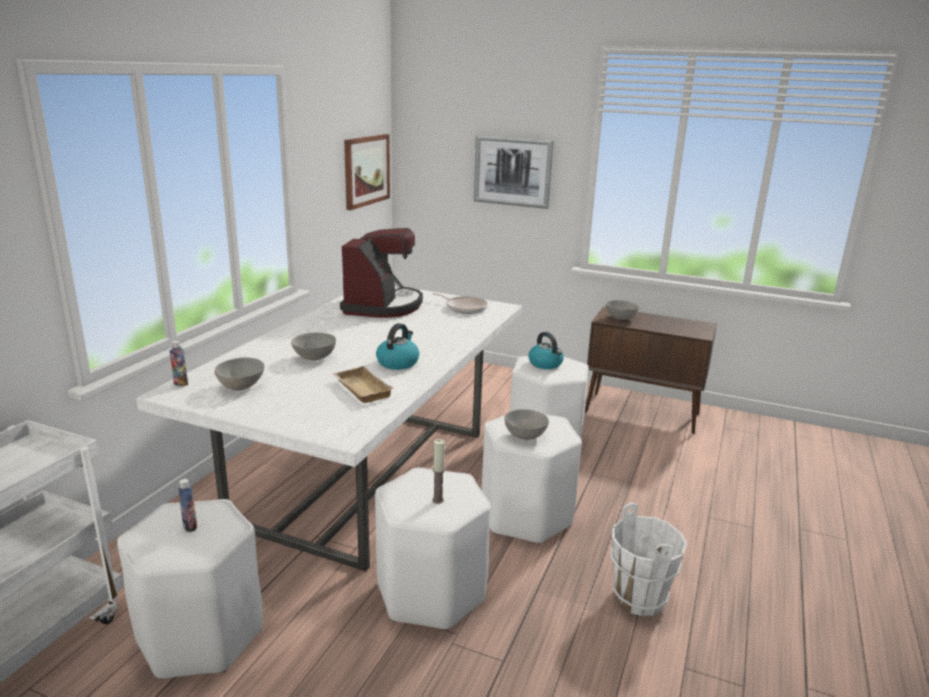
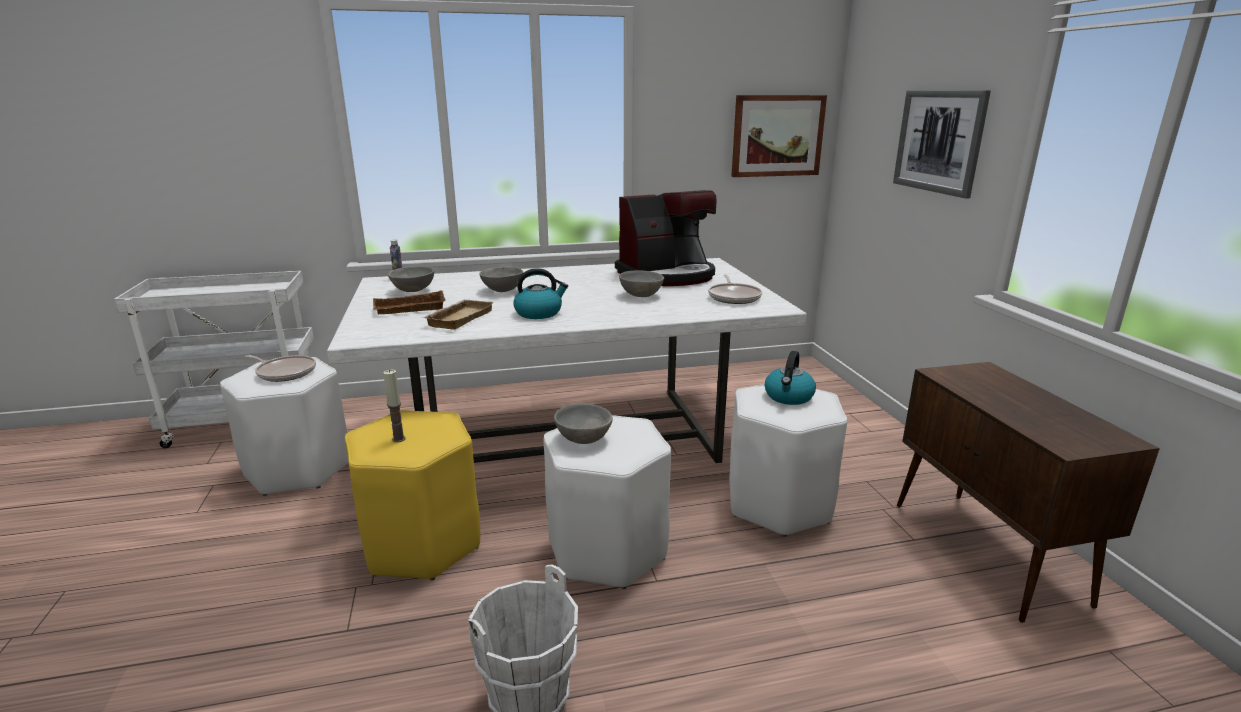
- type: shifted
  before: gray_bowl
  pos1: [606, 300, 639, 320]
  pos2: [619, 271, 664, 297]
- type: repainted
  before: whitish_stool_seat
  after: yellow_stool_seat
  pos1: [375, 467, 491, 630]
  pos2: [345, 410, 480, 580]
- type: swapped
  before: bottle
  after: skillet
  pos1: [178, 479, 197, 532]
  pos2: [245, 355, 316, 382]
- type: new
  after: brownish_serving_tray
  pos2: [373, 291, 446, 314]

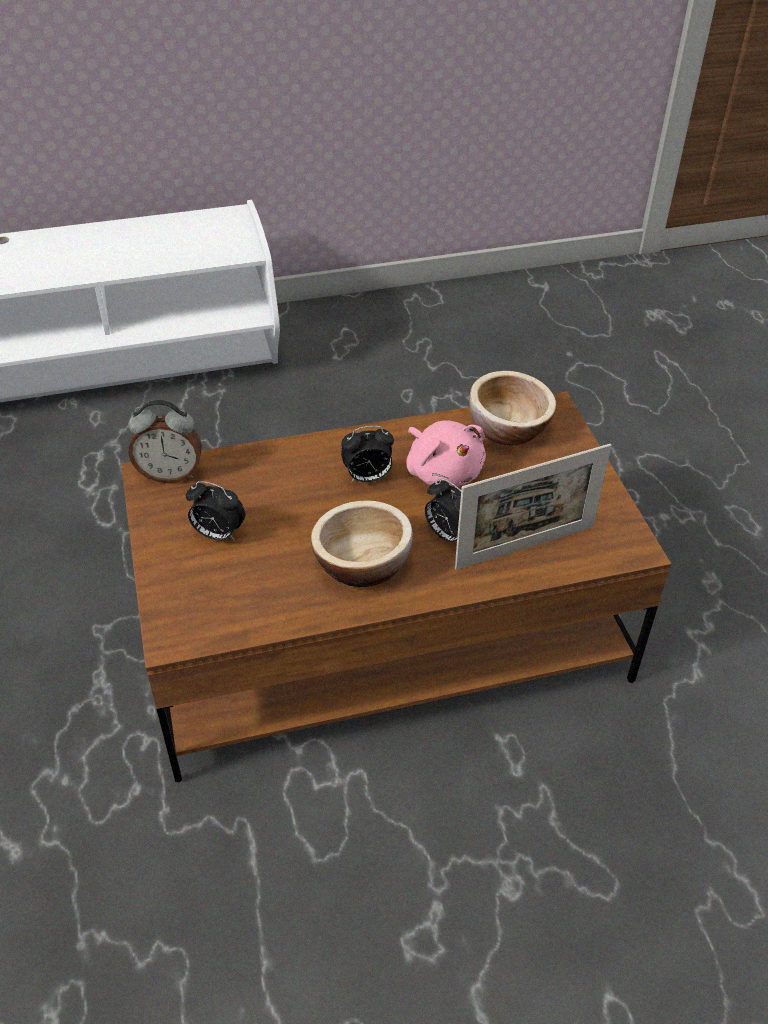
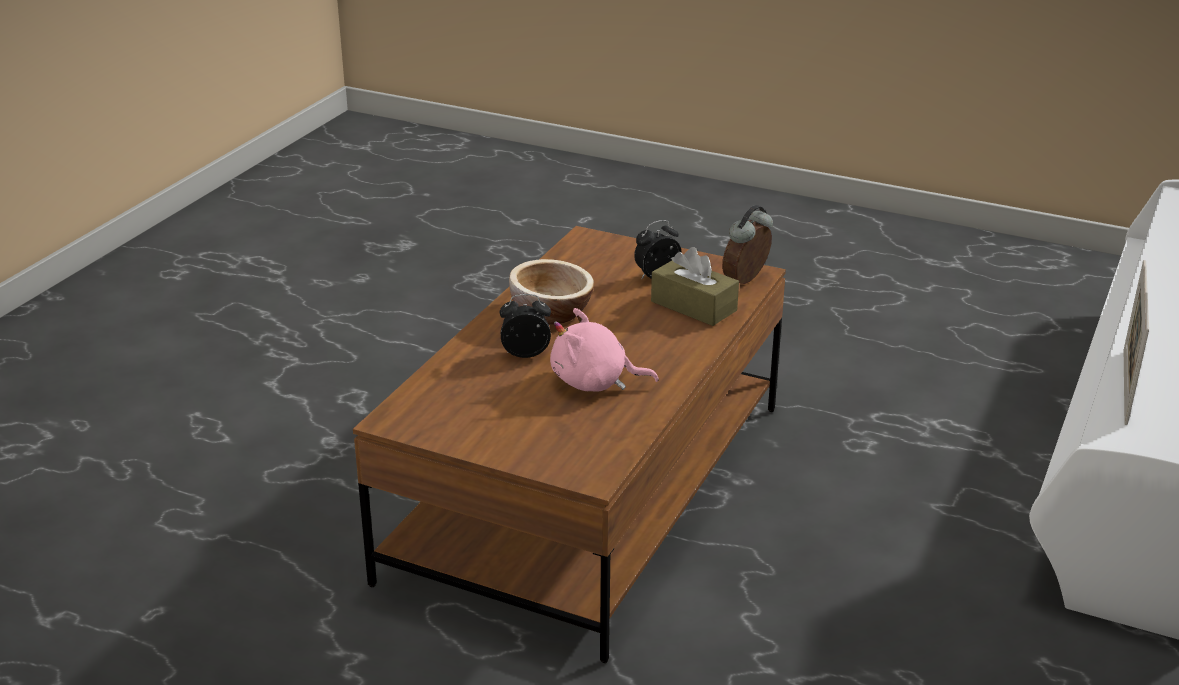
- type: gone
  before: bowl
  pos1: [469, 371, 556, 445]
- type: gone
  before: table_clock
  pos1: [341, 426, 394, 482]
- type: shifted
  before: standing_frame
  pos1: [455, 444, 612, 570]
  pos2: [1124, 260, 1149, 425]
- type: new
  after: brownish_tissue_box
  pos2: [651, 247, 739, 326]

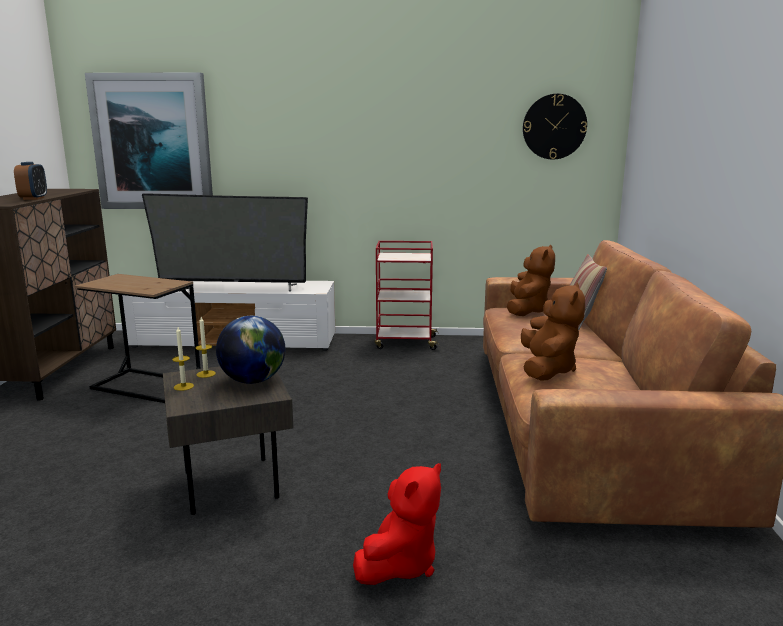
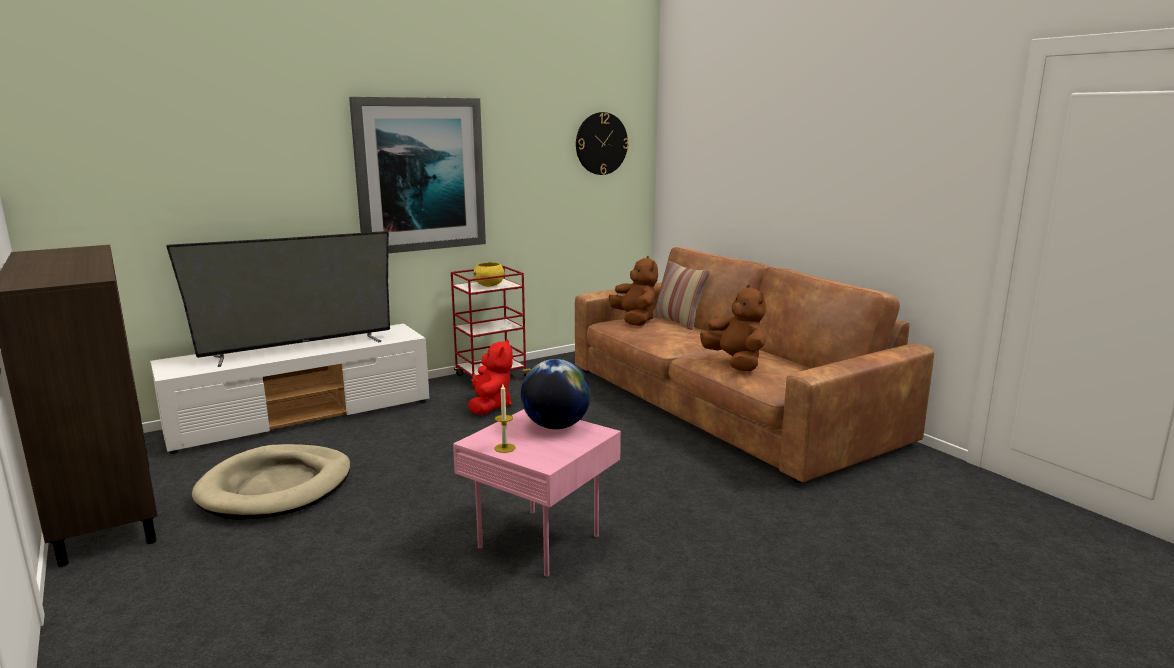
- type: shifted
  before: picture
  pos1: [85, 72, 213, 209]
  pos2: [349, 97, 486, 253]
- type: gone
  before: table_clock
  pos1: [14, 162, 47, 200]
- type: swapped
  before: brownish_end_table
  after: beige_pet_bed
  pos1: [74, 274, 201, 403]
  pos2: [192, 444, 350, 520]
- type: gone
  before: wax_candle
  pos1: [196, 317, 216, 378]
- type: repainted
  before: gray_end_table
  after: pinkish_end_table
  pos1: [163, 366, 293, 515]
  pos2: [453, 409, 621, 577]
- type: shifted
  before: red_soft_toy
  pos1: [353, 463, 441, 585]
  pos2: [468, 339, 513, 415]
- type: new
  after: yellow_bowl
  pos2: [473, 262, 505, 287]

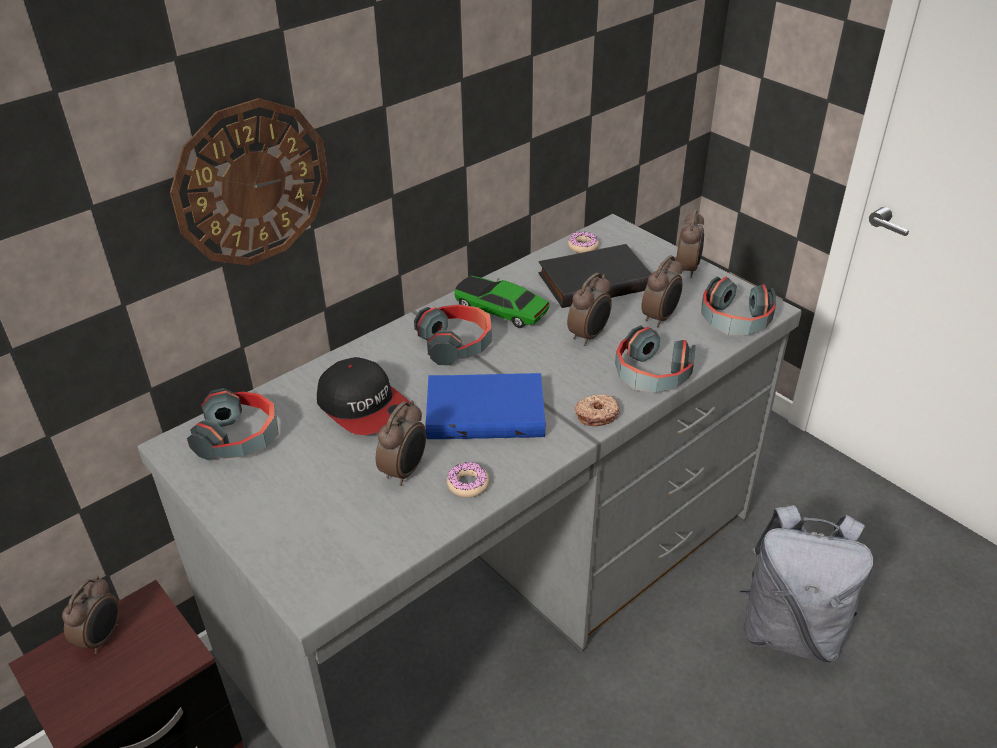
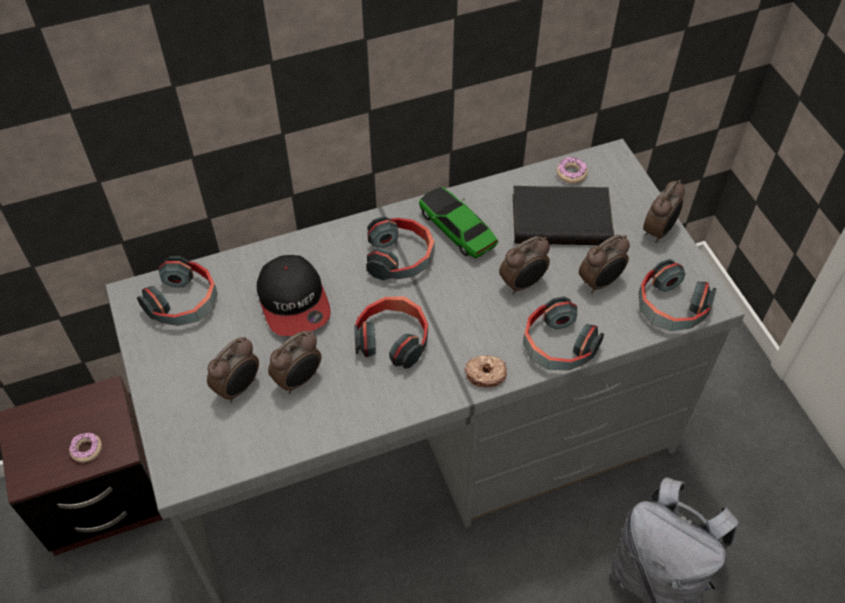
- type: gone
  before: wall_clock
  pos1: [170, 98, 328, 266]
- type: swapped
  before: bluish_volume
  after: headset
  pos1: [425, 373, 545, 439]
  pos2: [354, 296, 428, 369]
- type: shifted
  before: ring_doughnut
  pos1: [447, 462, 489, 498]
  pos2: [69, 433, 102, 463]
- type: shifted
  before: table_clock
  pos1: [62, 576, 119, 654]
  pos2: [207, 337, 259, 403]

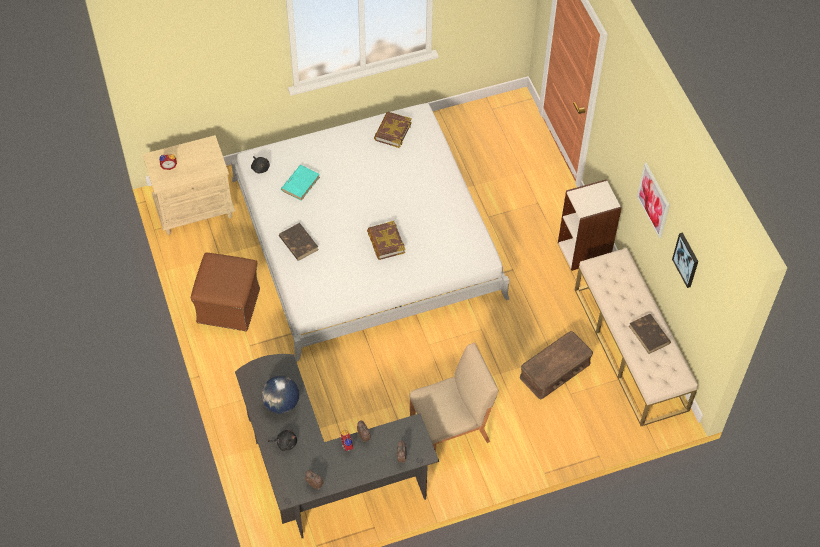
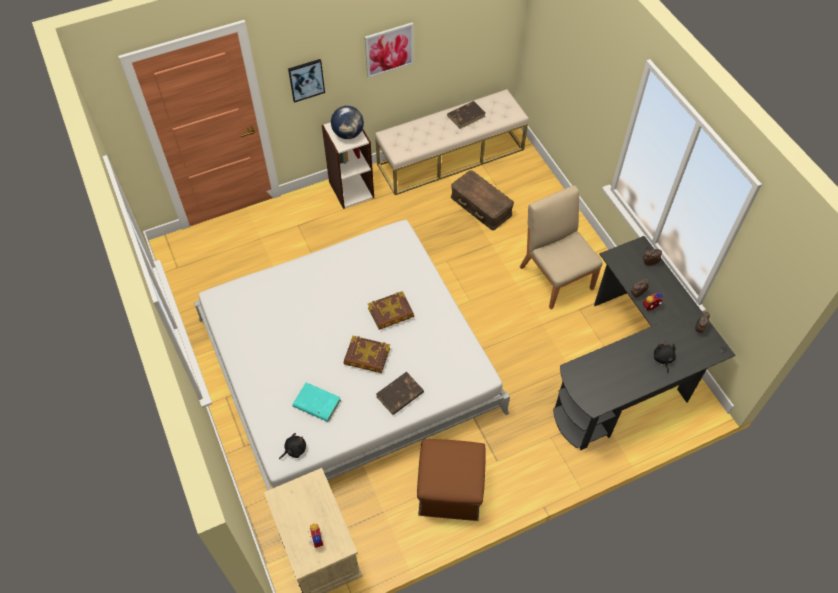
- type: shifted
  before: volume
  pos1: [374, 112, 412, 148]
  pos2: [344, 336, 390, 373]
- type: shifted
  before: picture
  pos1: [672, 232, 698, 288]
  pos2: [288, 59, 325, 103]
- type: shifted
  before: desk_globe
  pos1: [262, 376, 299, 413]
  pos2: [331, 106, 364, 139]

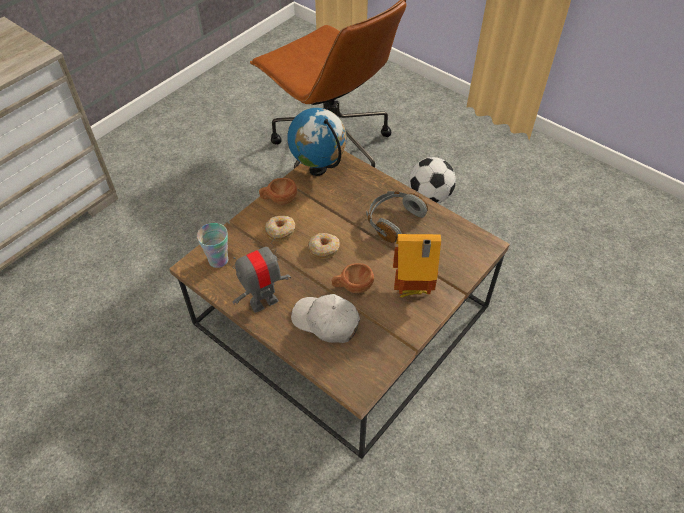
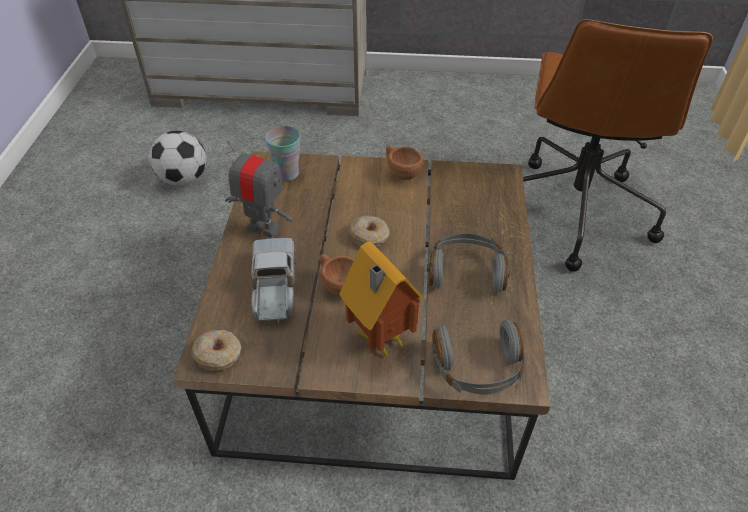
- type: gone
  before: desk_globe
  pos1: [287, 108, 347, 176]
- type: shifted
  before: football_ball
  pos1: [409, 157, 456, 203]
  pos2: [149, 131, 206, 186]
- type: shifted
  before: ring_doughnut
  pos1: [265, 216, 295, 241]
  pos2: [191, 330, 242, 371]
- type: swapped
  before: whitish_cap
  after: model_truck
  pos1: [291, 294, 360, 343]
  pos2: [251, 238, 296, 324]
- type: new
  after: gray_headset
  pos2: [432, 320, 525, 394]

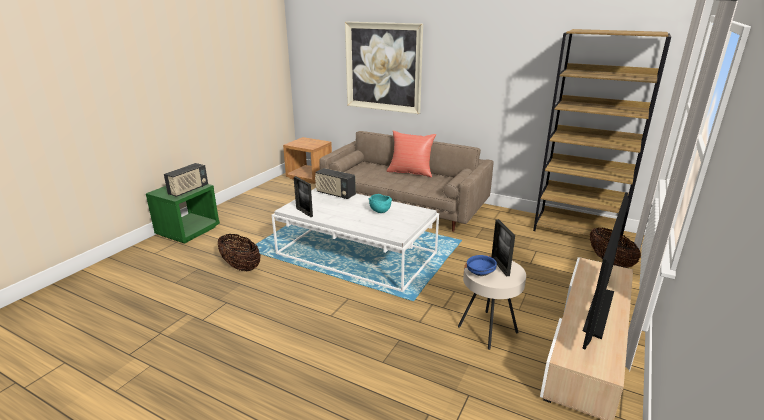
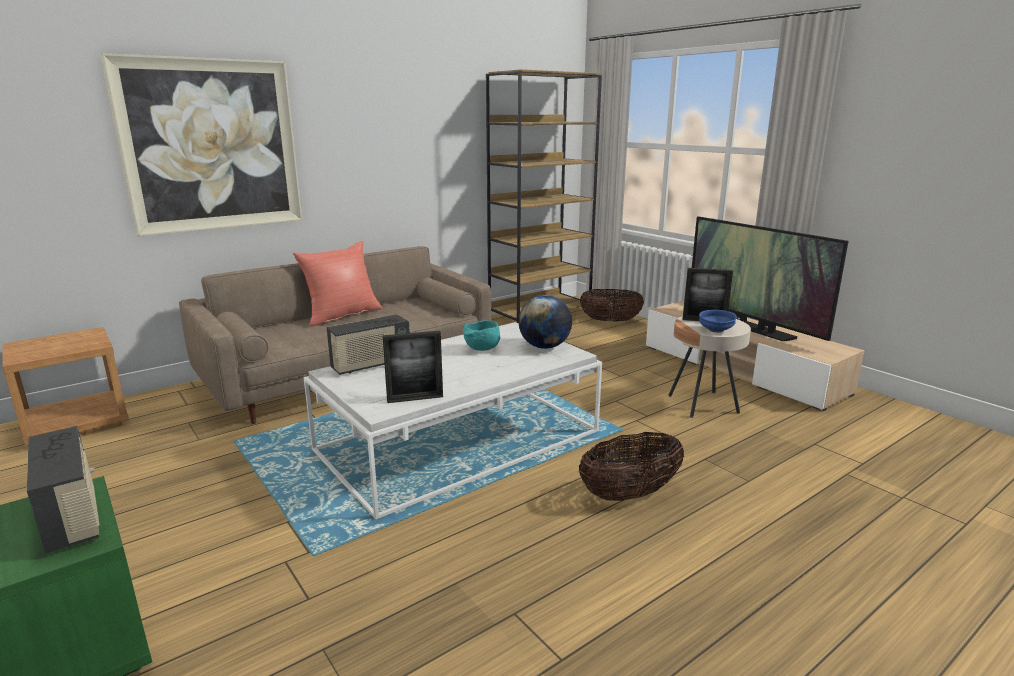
- type: shifted
  before: household_basket
  pos1: [218, 234, 261, 271]
  pos2: [579, 432, 684, 501]
- type: new
  after: desk_globe
  pos2: [518, 295, 572, 349]

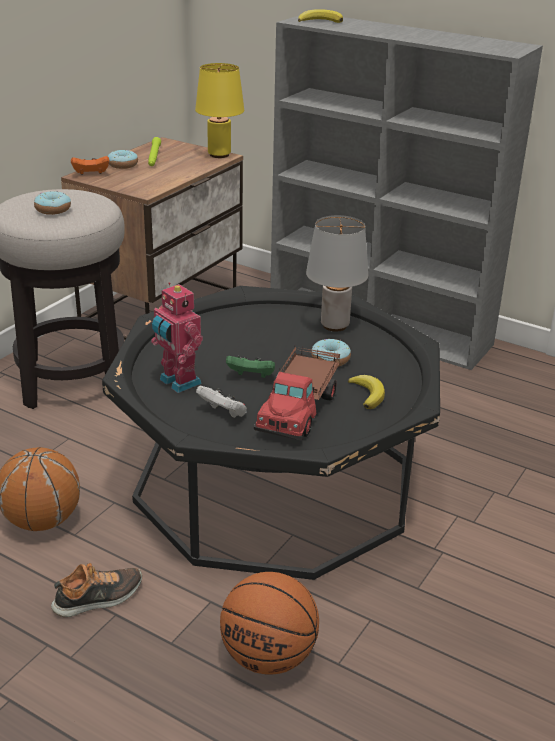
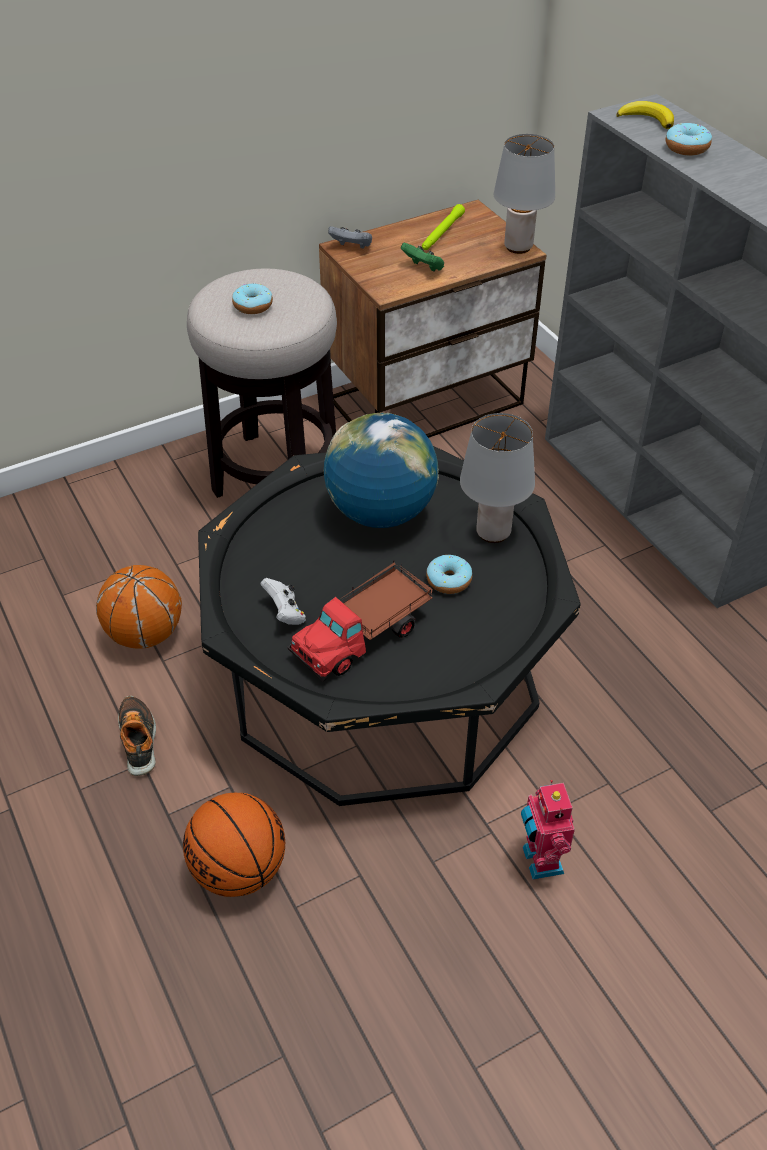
- type: repainted
  before: yellow_tabletop_lamp
  after: gray_tabletop_lamp
  pos1: [195, 63, 244, 158]
  pos2: [494, 134, 555, 254]
- type: shifted
  before: ring_doughnut
  pos1: [108, 150, 138, 169]
  pos2: [666, 123, 712, 155]
- type: repainted
  before: orange_gamepad
  after: gray_gamepad
  pos1: [71, 156, 109, 175]
  pos2: [328, 226, 372, 249]
- type: shifted
  before: toy_robot
  pos1: [151, 282, 203, 393]
  pos2: [521, 780, 575, 880]
- type: shifted
  before: green_gamepad
  pos1: [226, 356, 275, 378]
  pos2: [401, 243, 444, 272]
- type: gone
  before: banana_fruit
  pos1: [348, 375, 385, 409]
- type: rotated
  before: item_of_footwear
  pos1: [51, 563, 142, 617]
  pos2: [118, 696, 156, 776]
  turn: -105
- type: new
  after: desk_globe
  pos2: [324, 413, 439, 528]

